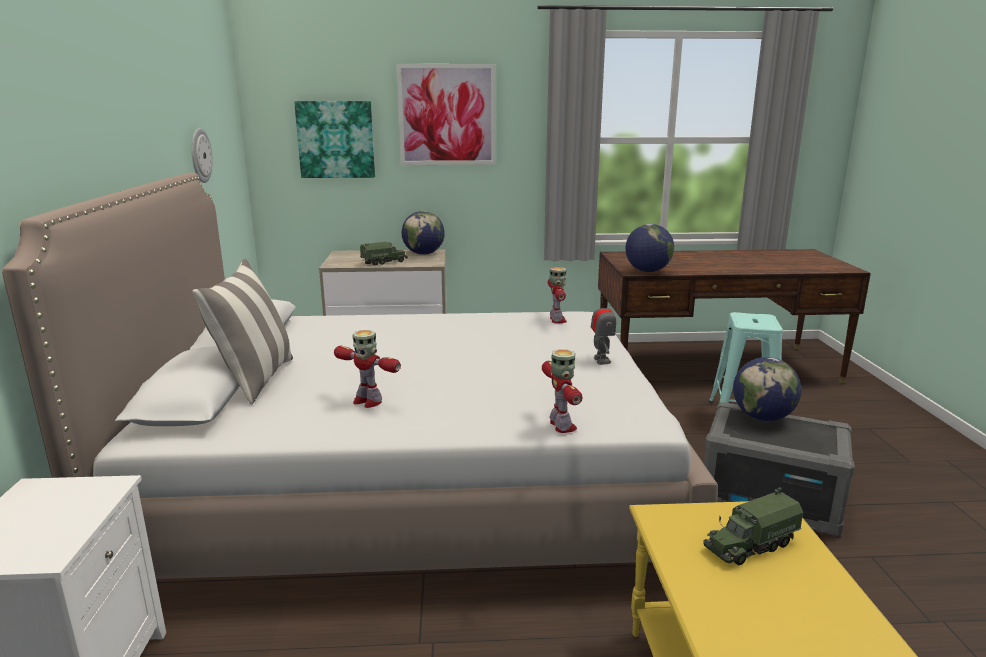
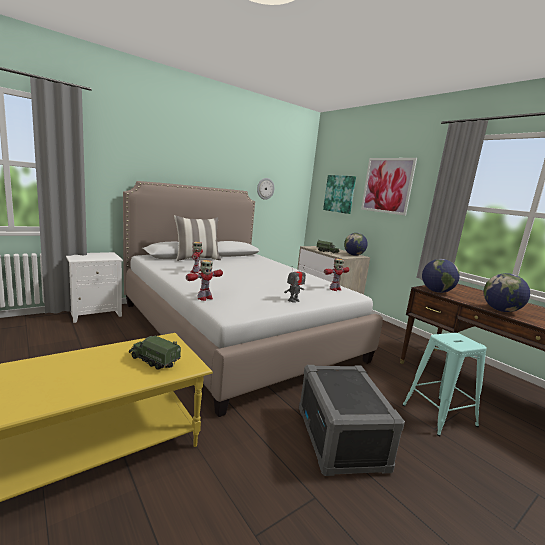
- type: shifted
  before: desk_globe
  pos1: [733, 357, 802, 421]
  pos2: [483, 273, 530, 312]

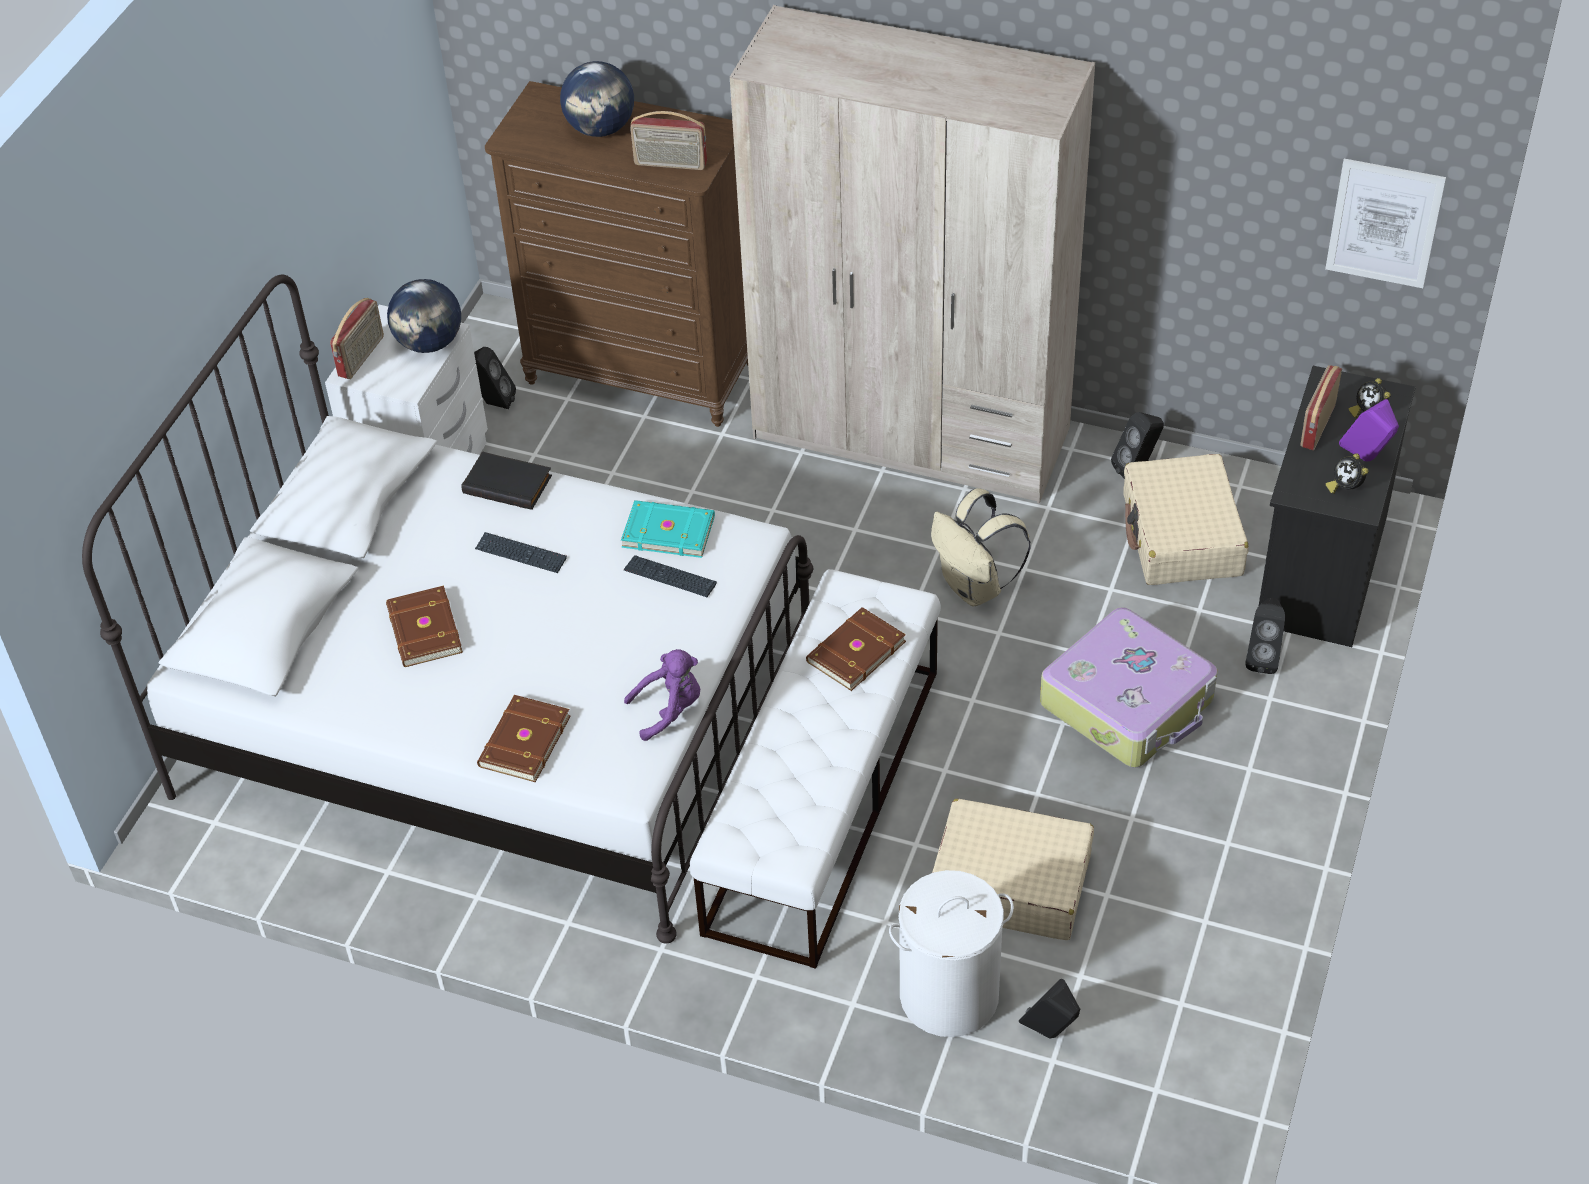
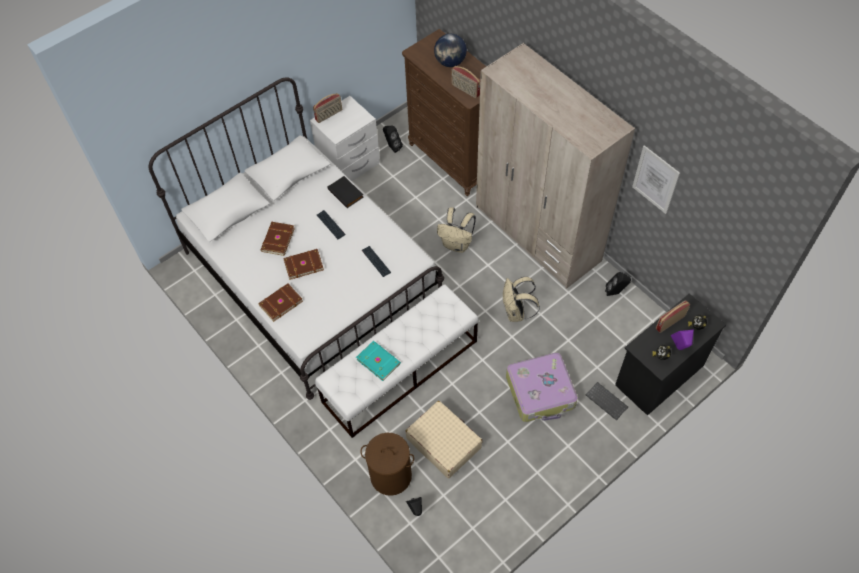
- type: shifted
  before: picture
  pos1: [1325, 159, 1446, 288]
  pos2: [632, 145, 680, 214]
- type: gone
  before: desk_globe
  pos1: [387, 279, 461, 353]
- type: gone
  before: beige_piece_of_luggage
  pos1: [1124, 454, 1248, 585]
- type: shifted
  before: turquoise-coloured_volume
  pos1: [621, 500, 715, 558]
  pos2: [356, 341, 401, 381]
- type: swapped
  before: black_audio_speaker
  after: keyboard
  pos1: [1245, 598, 1285, 674]
  pos2: [586, 382, 628, 420]
- type: shifted
  before: brownish_volume
  pos1: [806, 607, 906, 691]
  pos2: [283, 249, 324, 280]
- type: gone
  before: purple_soft_toy
  pos1: [624, 649, 701, 741]
- type: repainted
  before: whitish_laundry_basket
  after: brownish_laundry_basket
  pos1: [889, 870, 1014, 1037]
  pos2: [360, 433, 414, 496]
- type: new
  after: beige_knapsack
  pos2: [437, 207, 476, 253]

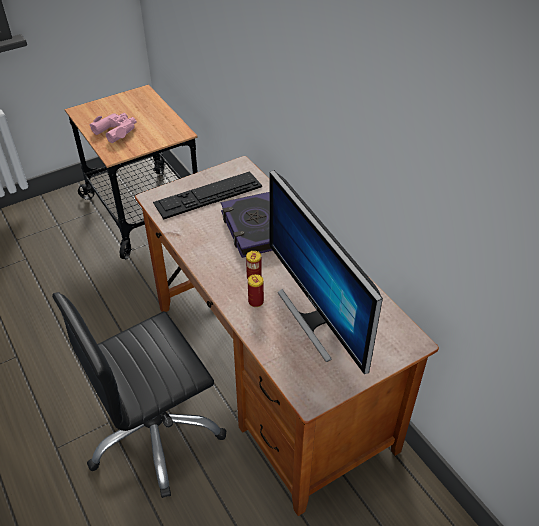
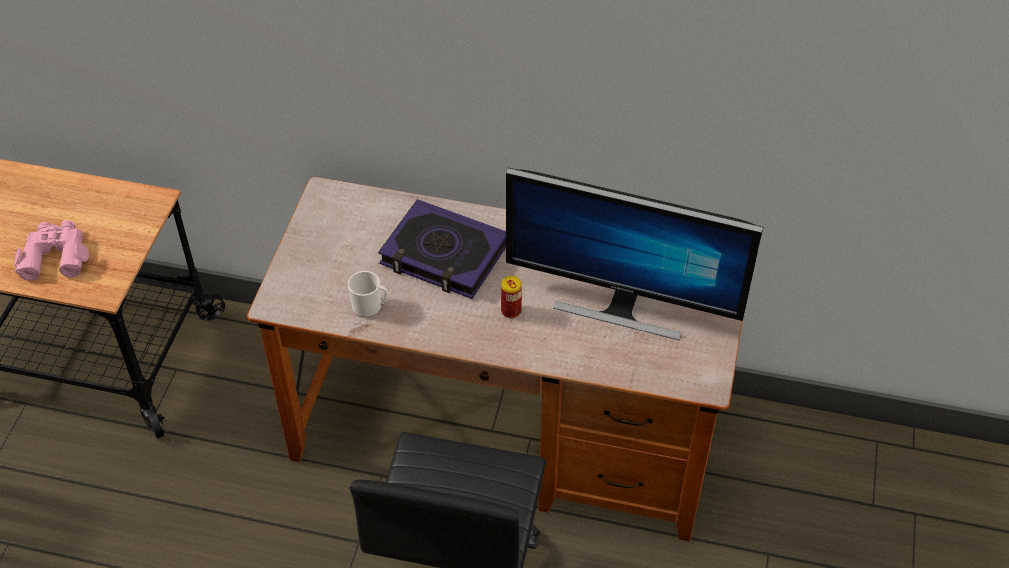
- type: gone
  before: keyboard
  pos1: [153, 171, 262, 219]
- type: gone
  before: sealed_can
  pos1: [248, 274, 264, 307]
- type: new
  after: tea_mug
  pos2: [348, 271, 388, 318]

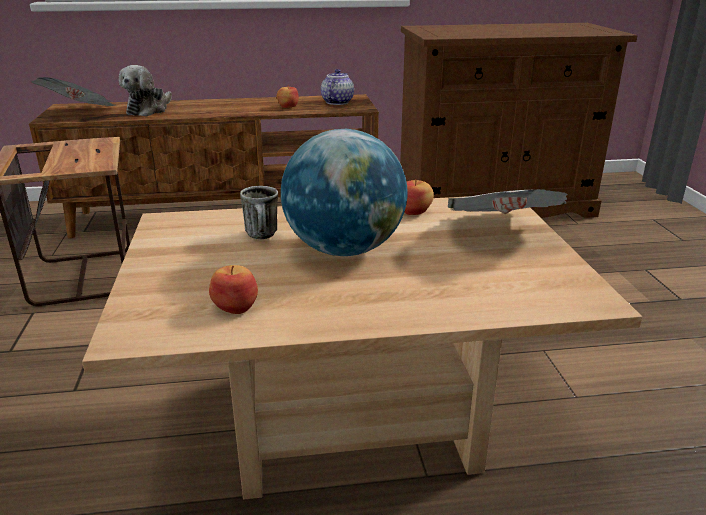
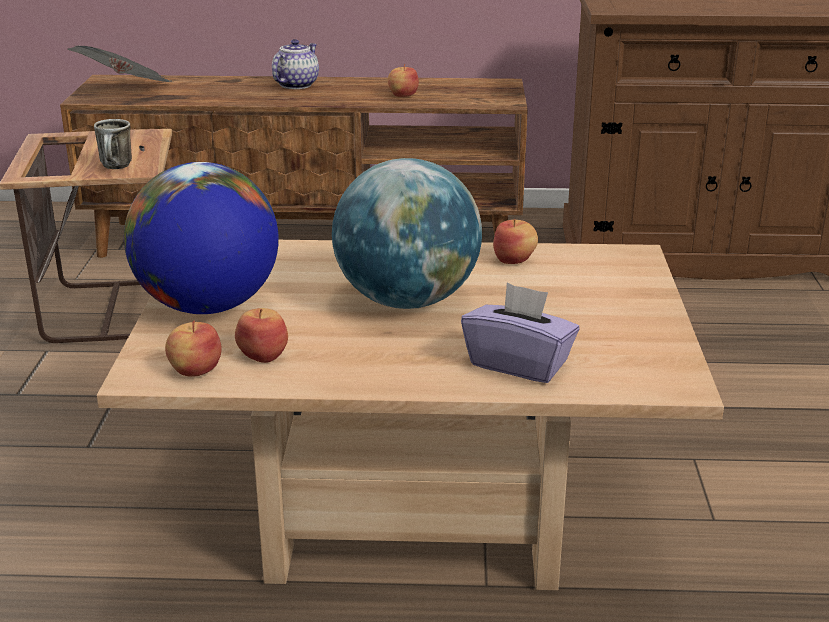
- type: gone
  before: soft_toy
  pos1: [119, 65, 172, 116]
- type: shifted
  before: teapot
  pos1: [321, 69, 354, 105]
  pos2: [272, 39, 319, 89]
- type: shifted
  before: tea_mug
  pos1: [240, 186, 278, 239]
  pos2: [94, 119, 132, 169]
- type: gone
  before: daily_paper
  pos1: [448, 189, 568, 214]
- type: new
  after: desk_globe
  pos2: [124, 162, 279, 314]
- type: new
  after: purple_tissue_box
  pos2: [461, 283, 580, 383]
- type: new
  after: apple_fruit
  pos2: [165, 321, 222, 377]

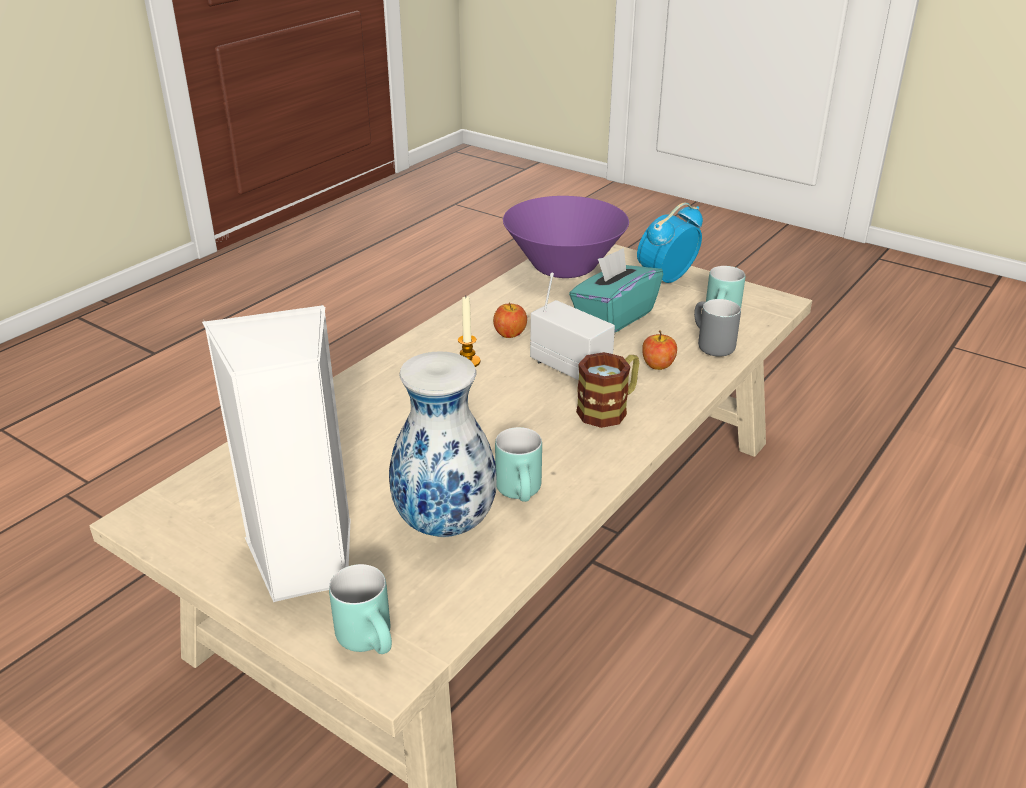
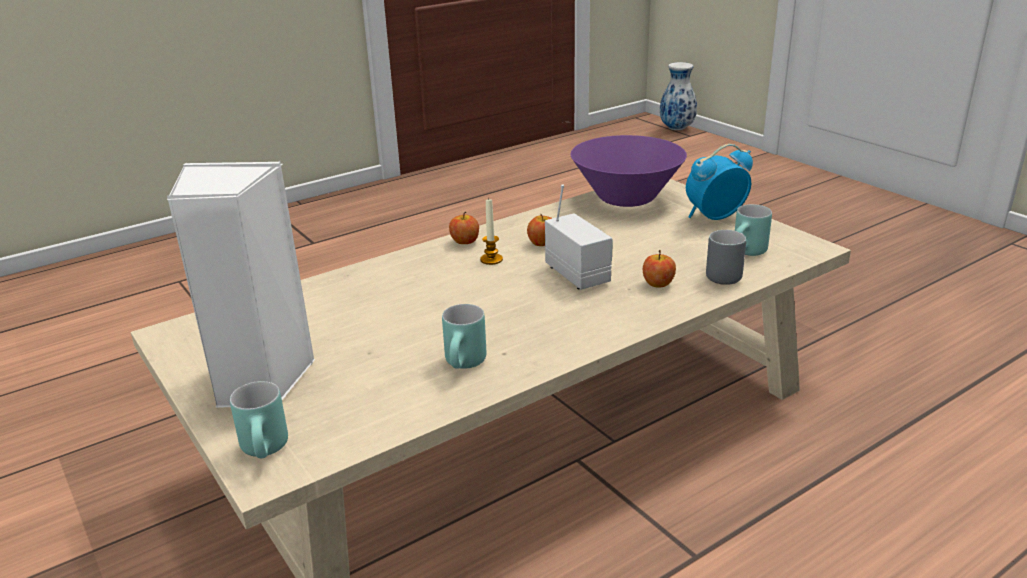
- type: gone
  before: turquoise-coloured_tissue_box
  pos1: [569, 247, 663, 333]
- type: shifted
  before: vase
  pos1: [389, 351, 496, 537]
  pos2: [660, 62, 697, 130]
- type: gone
  before: tea_mug
  pos1: [576, 352, 639, 428]
- type: new
  after: apple_fruit
  pos2: [449, 211, 479, 244]

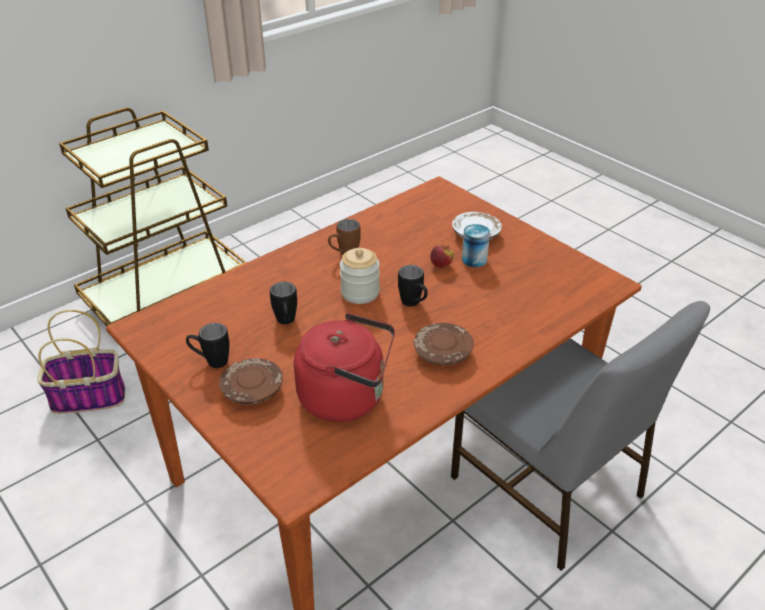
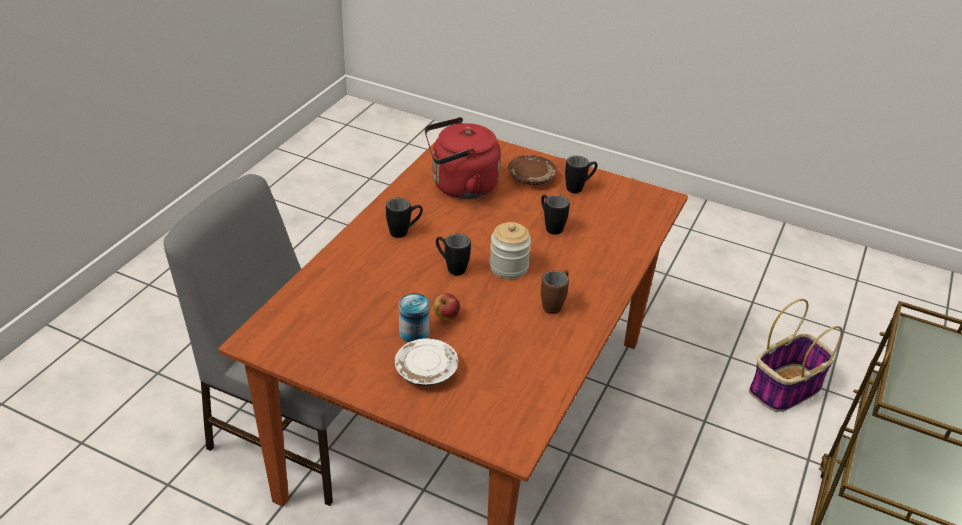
- type: swapped
  before: brownish_plate
  after: black_tea_mug
  pos1: [413, 323, 474, 365]
  pos2: [386, 198, 423, 238]

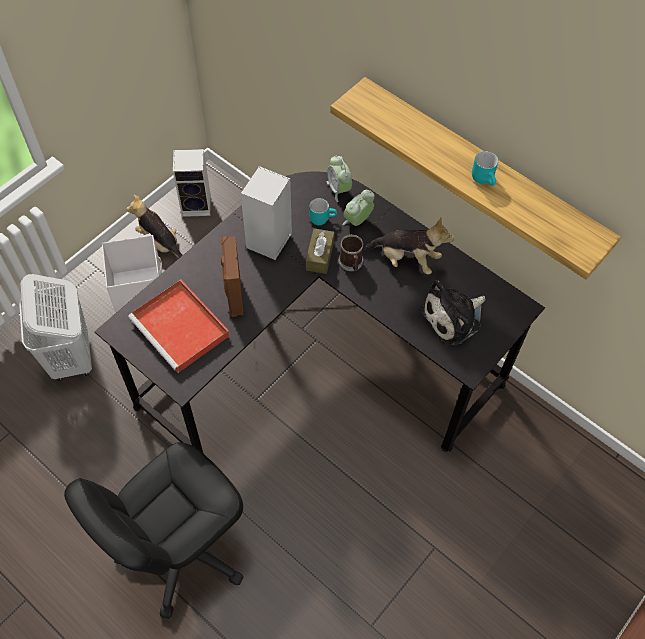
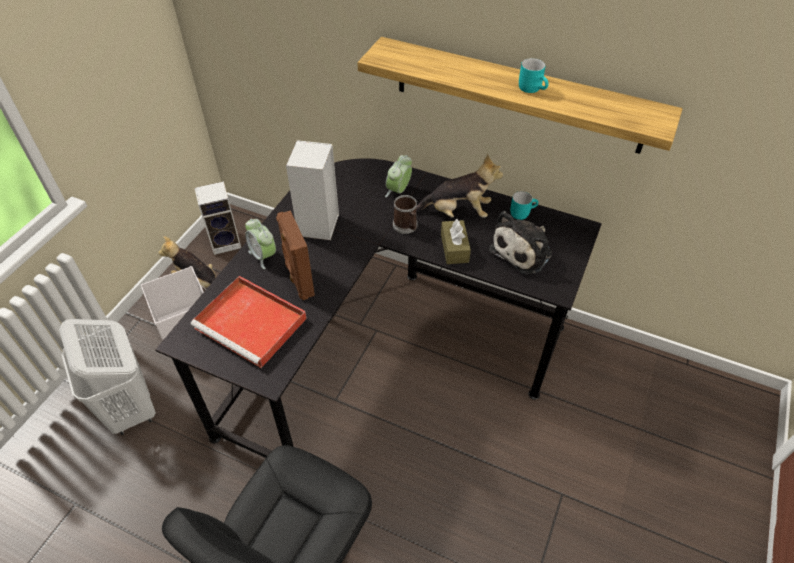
- type: shifted
  before: table_clock
  pos1: [327, 155, 352, 202]
  pos2: [245, 219, 276, 269]
- type: shifted
  before: turquoise-coloured_tea_mug
  pos1: [309, 198, 337, 225]
  pos2: [510, 191, 538, 220]
- type: shifted
  before: brownish_tissue_box
  pos1: [306, 228, 335, 274]
  pos2: [441, 219, 471, 264]

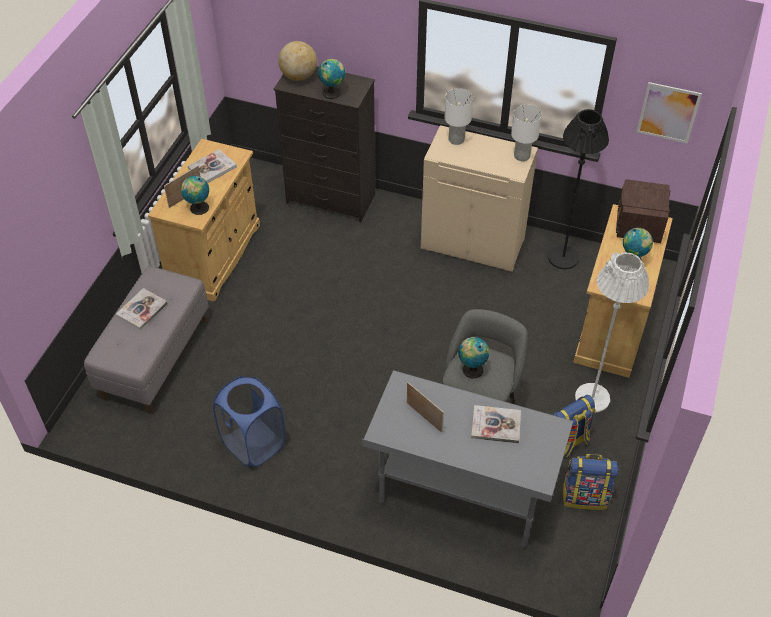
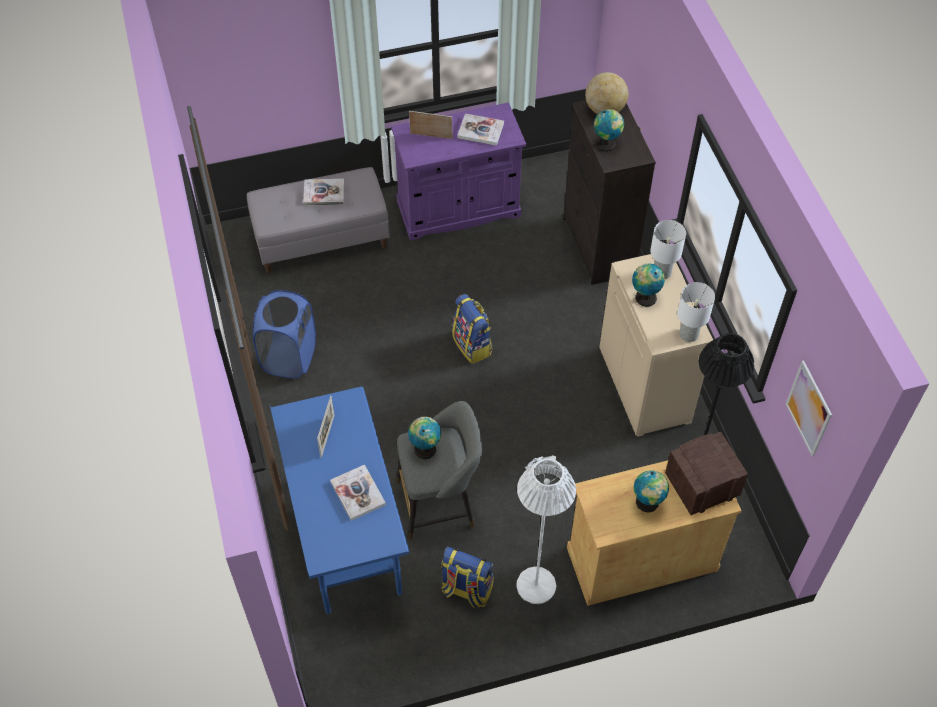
- type: repainted
  before: beige_storage_cabinet
  after: purple_storage_cabinet
  pos1: [148, 139, 260, 302]
  pos2: [391, 102, 526, 241]
- type: shifted
  before: desk_globe
  pos1: [181, 176, 209, 215]
  pos2: [632, 264, 665, 307]
- type: repainted
  before: gray_desk_unit
  after: bluish_desk_unit
  pos1: [362, 370, 573, 548]
  pos2: [270, 387, 409, 615]
- type: shifted
  before: knapsack
  pos1: [562, 454, 619, 510]
  pos2: [452, 294, 493, 364]

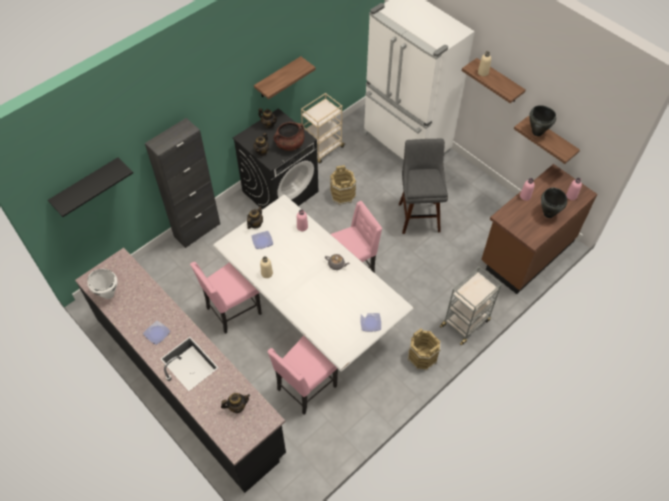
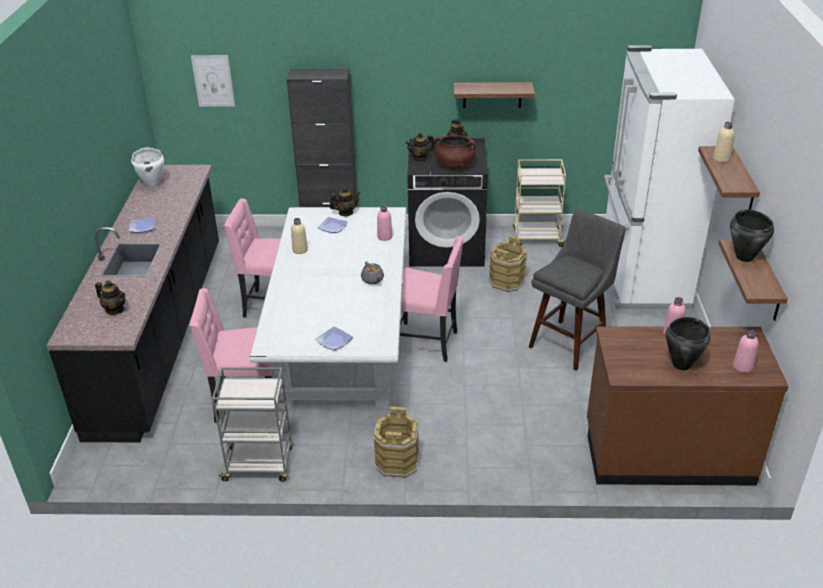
- type: swapped
  before: black_wall_shelf
  after: picture
  pos1: [48, 157, 133, 217]
  pos2: [191, 55, 235, 107]
- type: shifted
  before: gray_trolley
  pos1: [440, 266, 502, 346]
  pos2: [212, 367, 294, 482]

